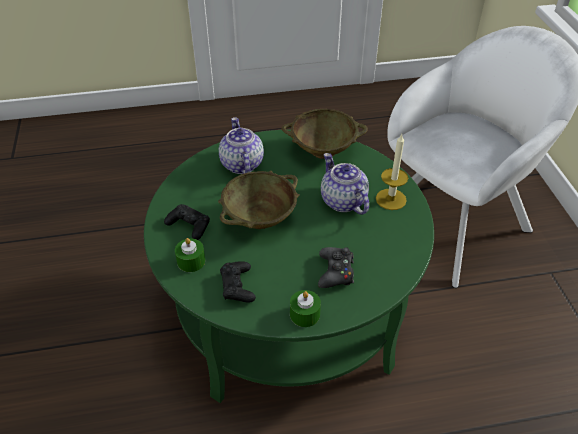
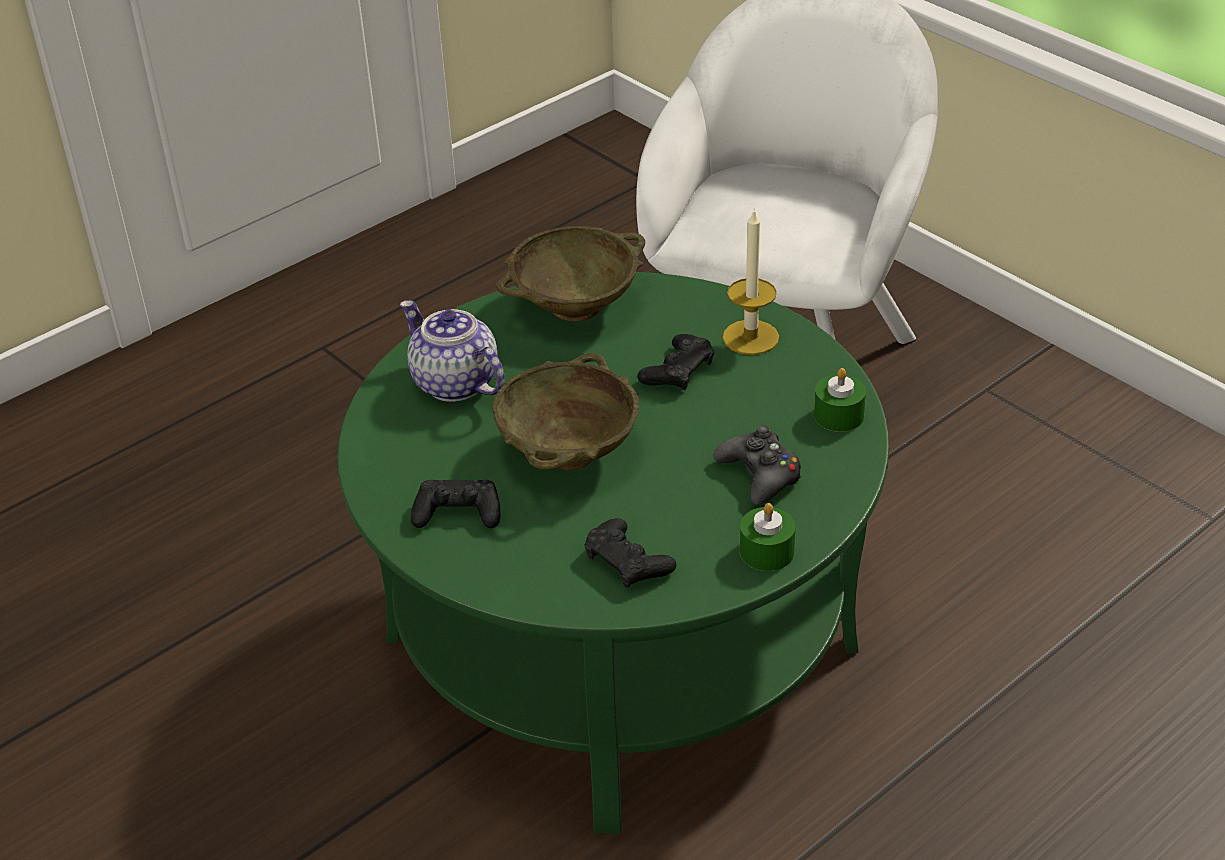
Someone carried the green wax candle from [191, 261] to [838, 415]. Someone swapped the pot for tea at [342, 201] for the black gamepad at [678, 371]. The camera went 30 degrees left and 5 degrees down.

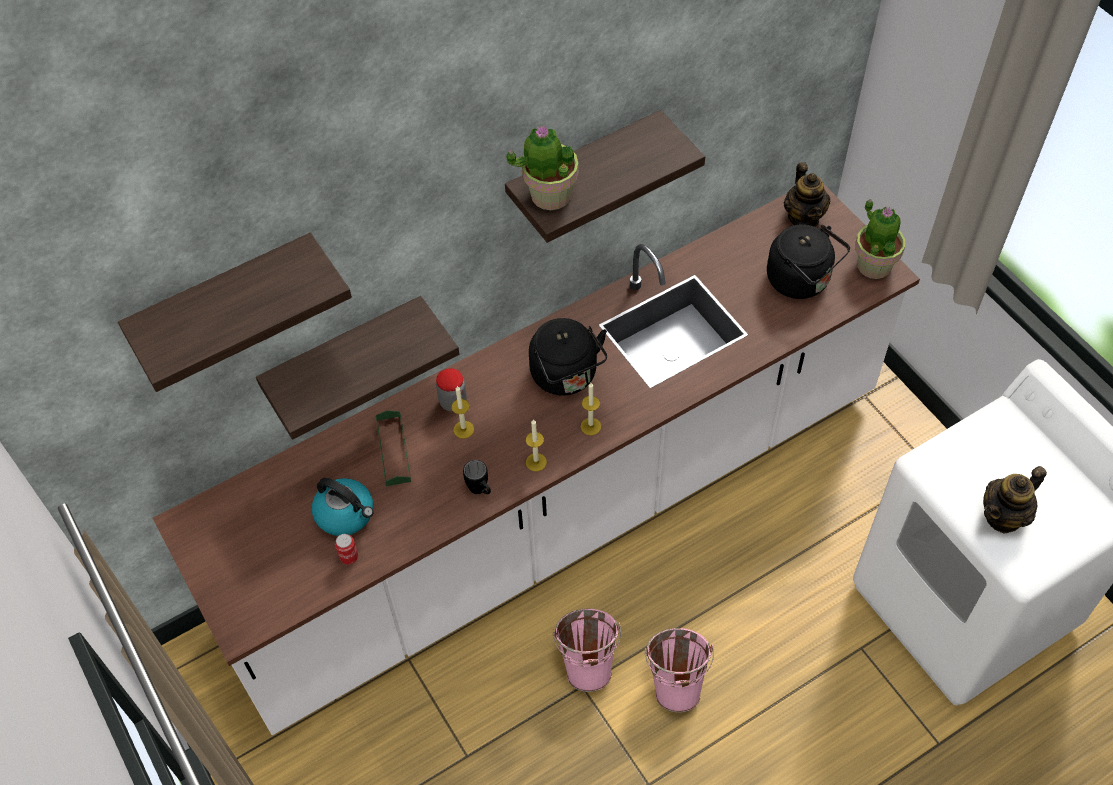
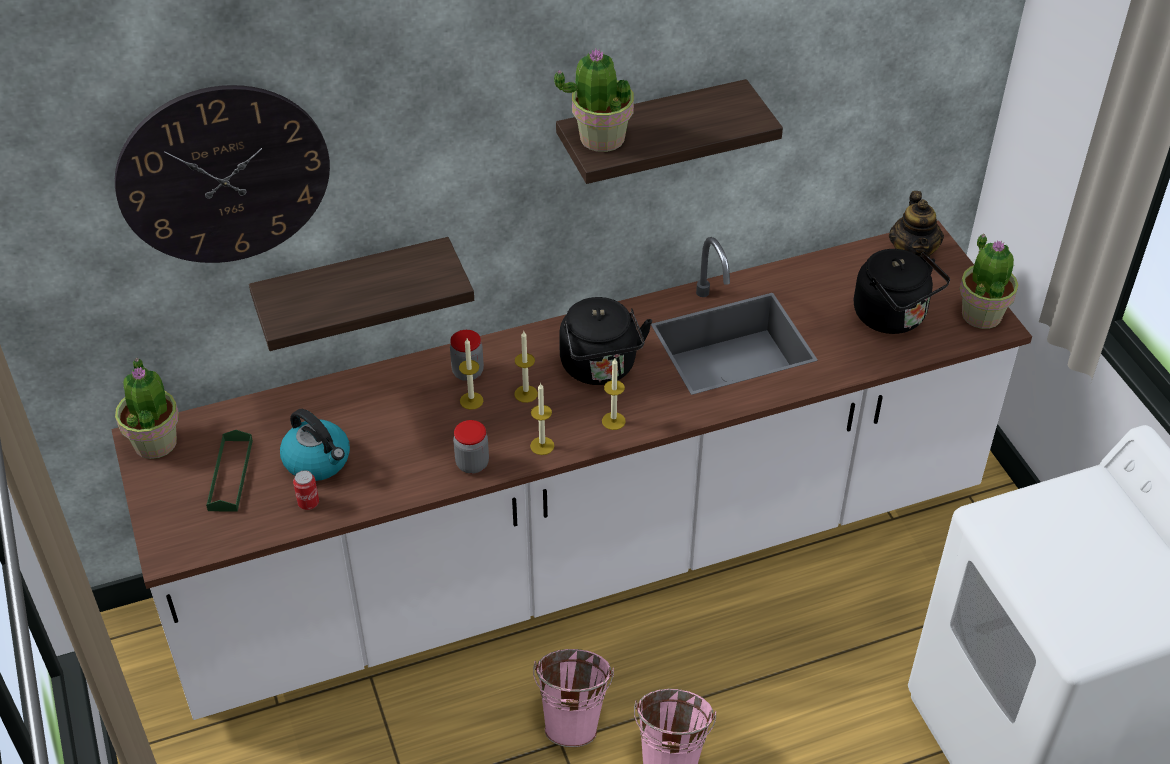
Someone swapped the shelf at [225, 300] for the clock on the wall at [223, 175]. Someone carried the green carrying tray from [393, 450] to [230, 475]. Someone swapped the black tea mug at [480, 491] for the preserve jar at [472, 464]. Someone took away the pot for tea at [1003, 516]. Someone put down the houseplant at [155, 442]. Someone put down the wax candle at [526, 394]. The camera went 10 degrees right and 10 degrees down.

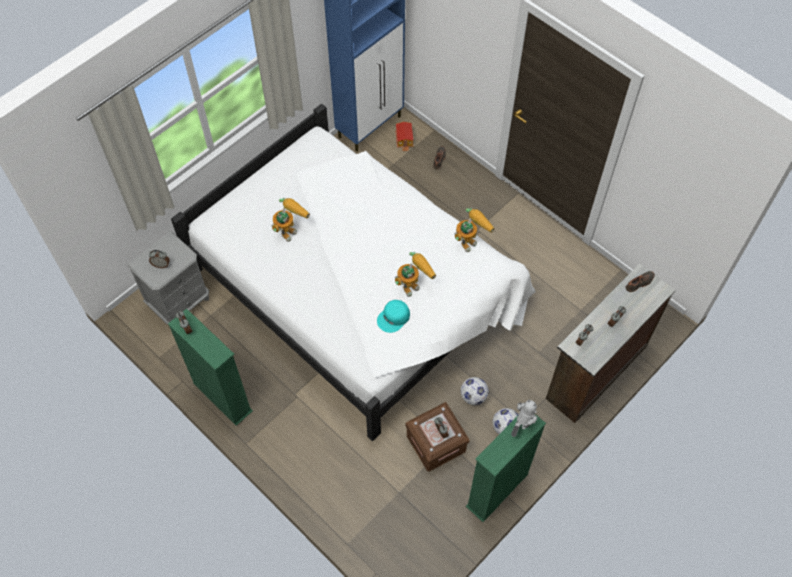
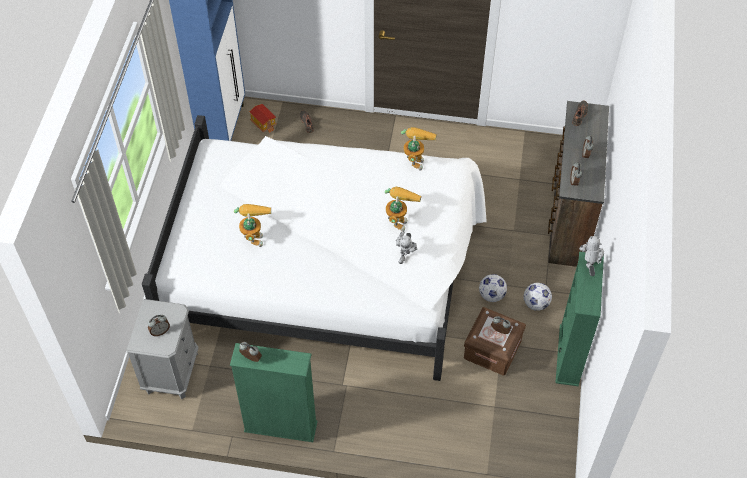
Someone swapped the turquoise cap at [394, 318] for the robot figure at [406, 255]. The camera went 35 degrees left and 5 degrees down.

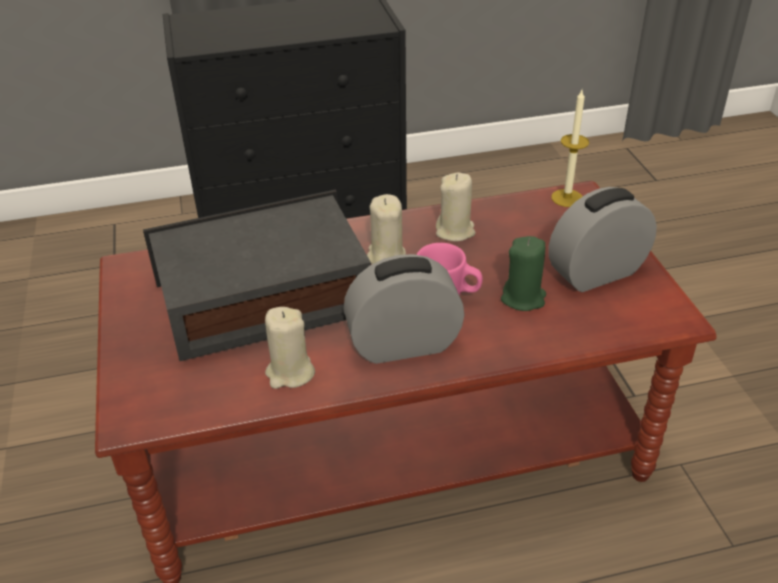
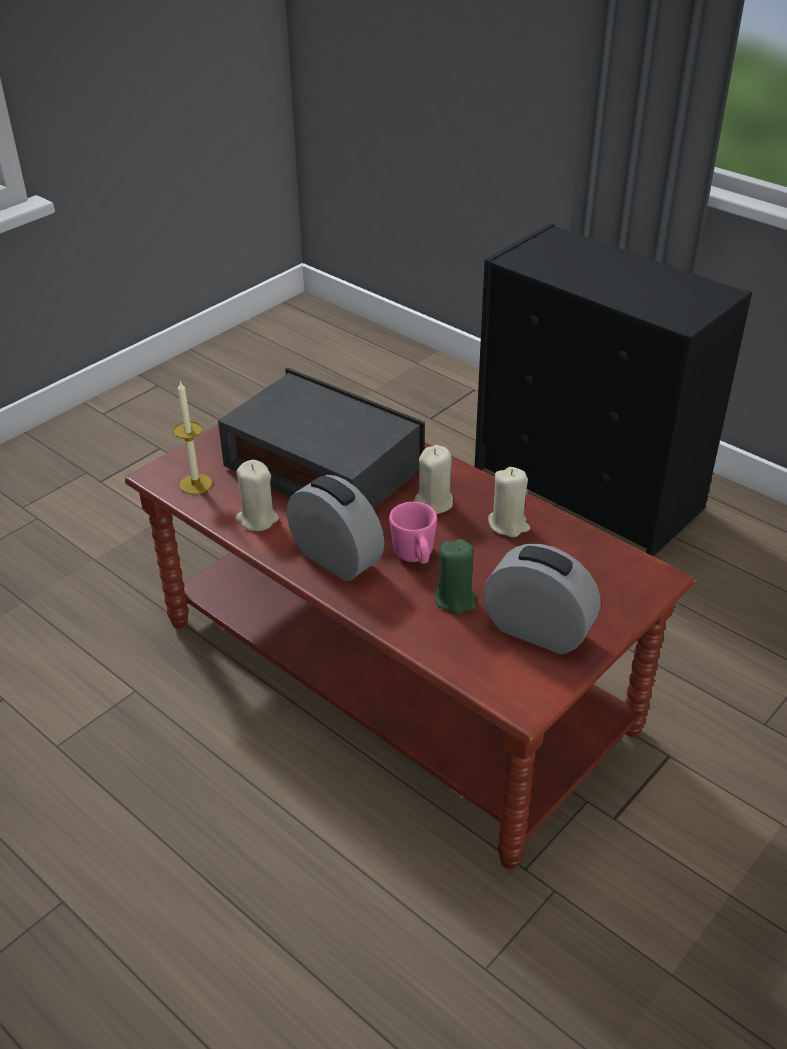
Someone carried the wax candle from [567, 198] to [196, 484]. The camera went 55 degrees right and 0 degrees up.

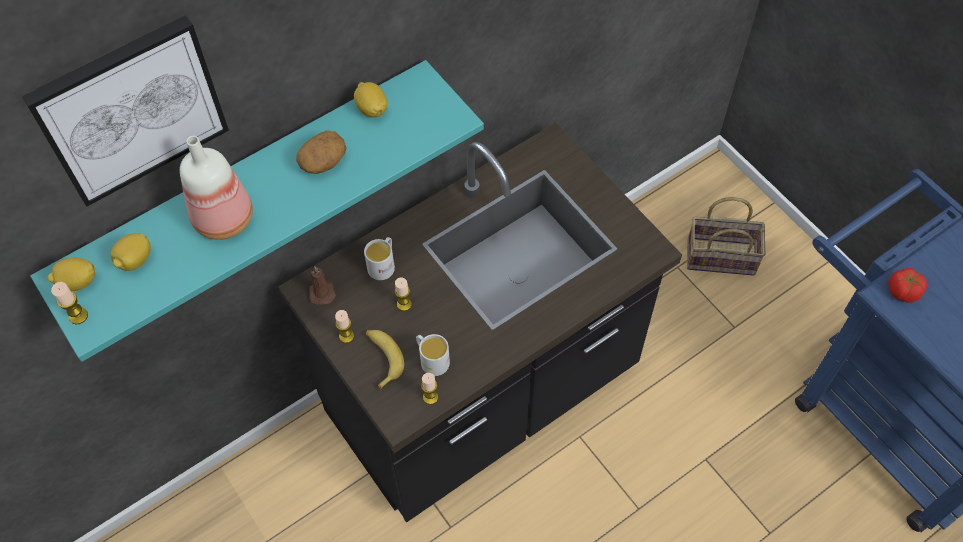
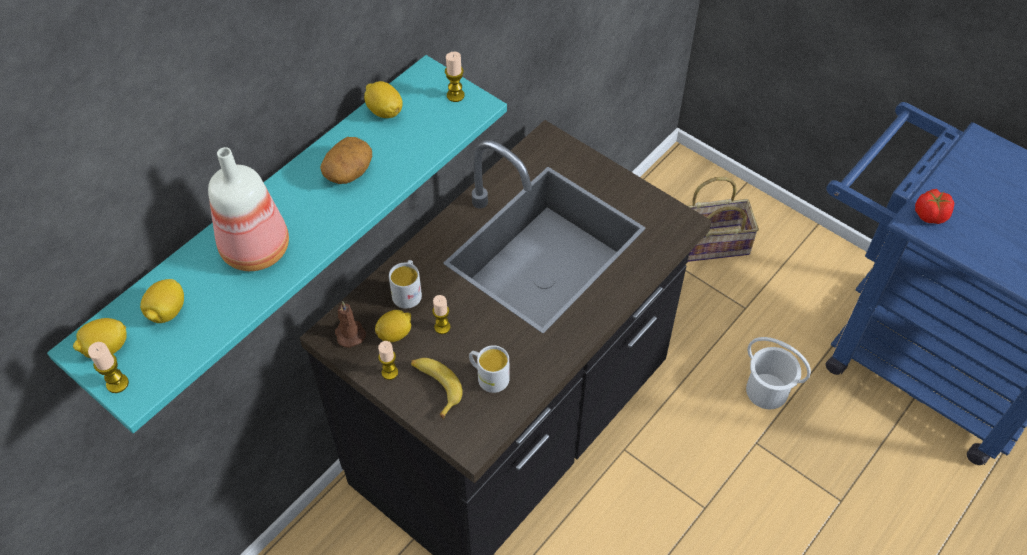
Someone took away the wall picture at [130, 110]. Someone carried the wax candle from [430, 397] to [455, 95]. Someone put down the citrus fruit at [395, 333]. Someone put down the white water bucket at [767, 391]. The camera went 15 degrees left and 5 degrees down.

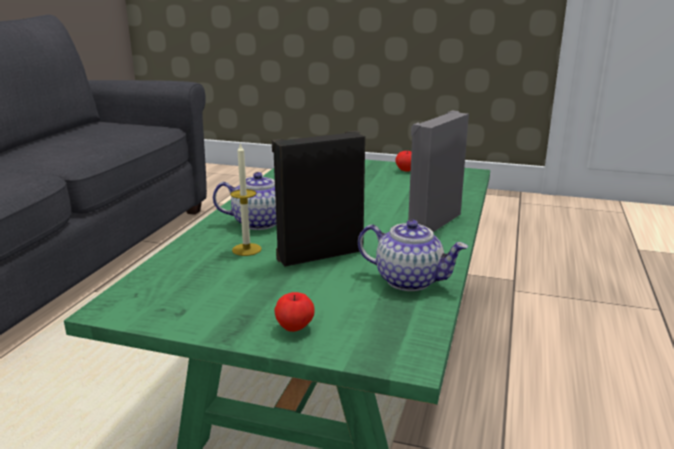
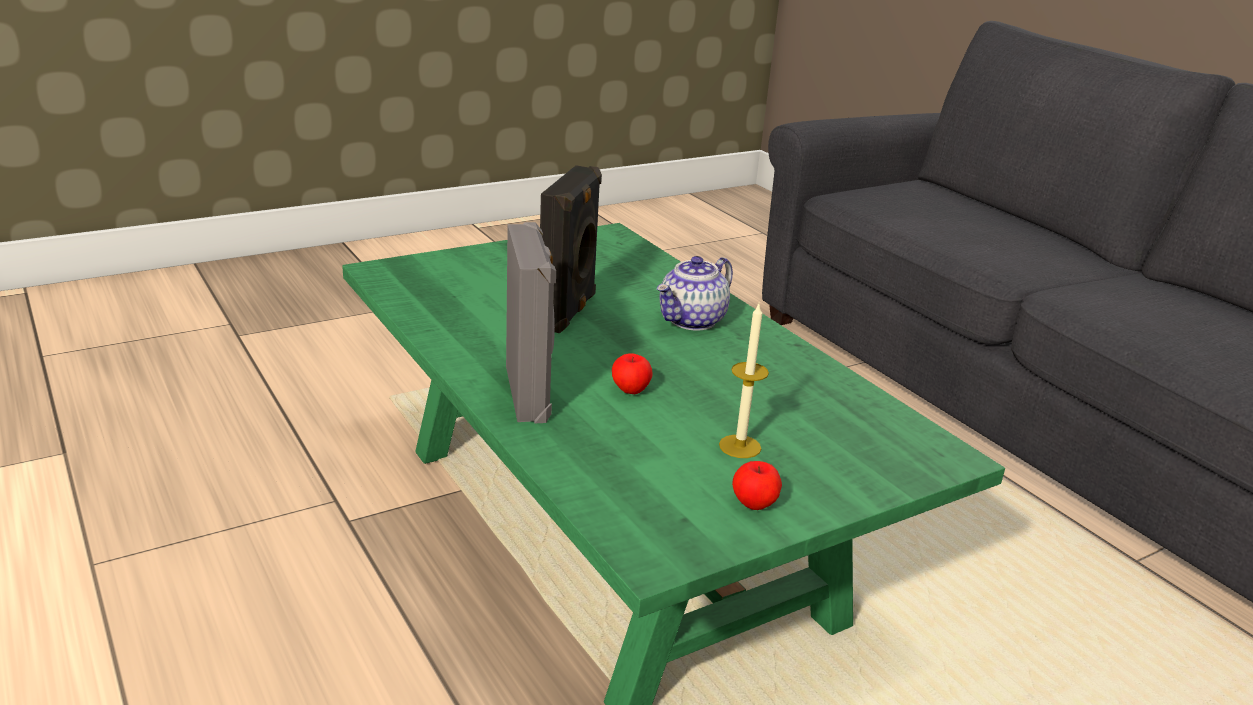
Someone carried the wax candle from [246, 249] to [740, 446]. Someone carried the whole apple from [294, 328] to [630, 390]. Someone took away the pot for tea at [410, 280]. The camera went 130 degrees right and 5 degrees up.

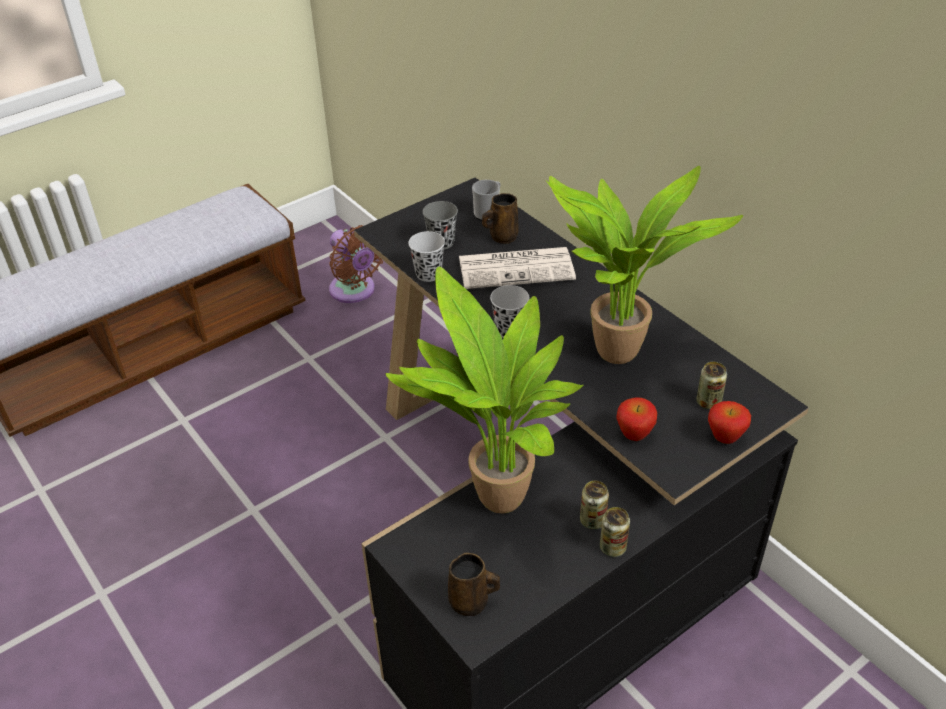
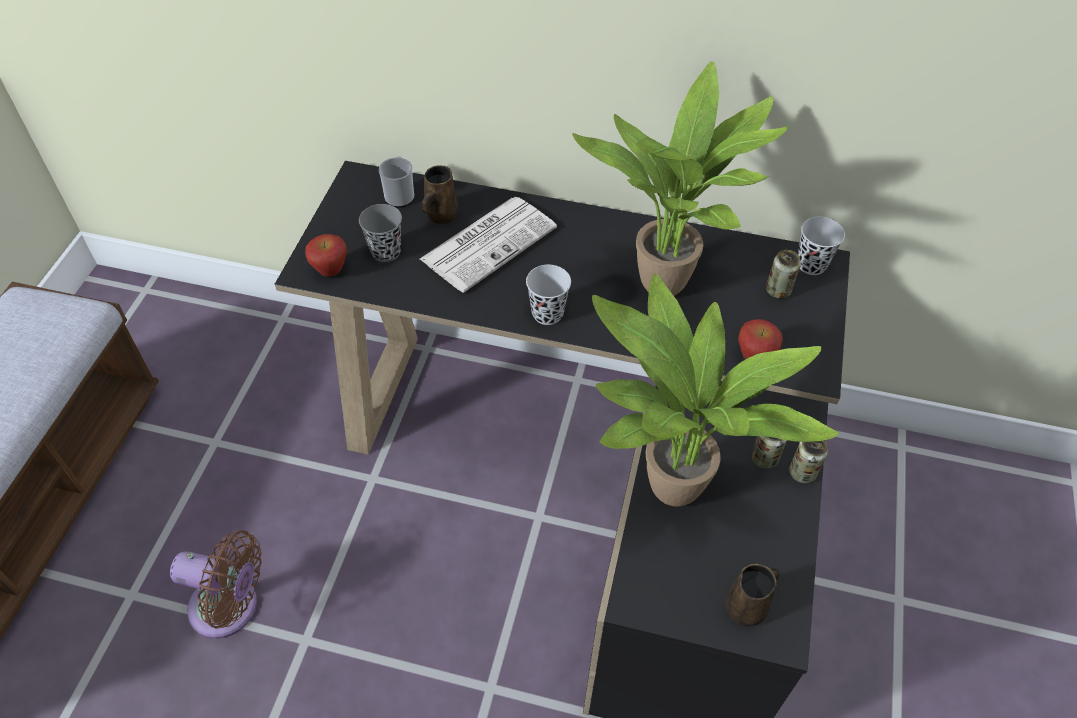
Someone carried the brownish fan from [355, 291] to [230, 608]. Someone carried the black drinking cup from [428, 274] to [811, 264]. Someone carried the whole apple from [725, 438] to [331, 271]. The camera went 40 degrees left and 10 degrees up.

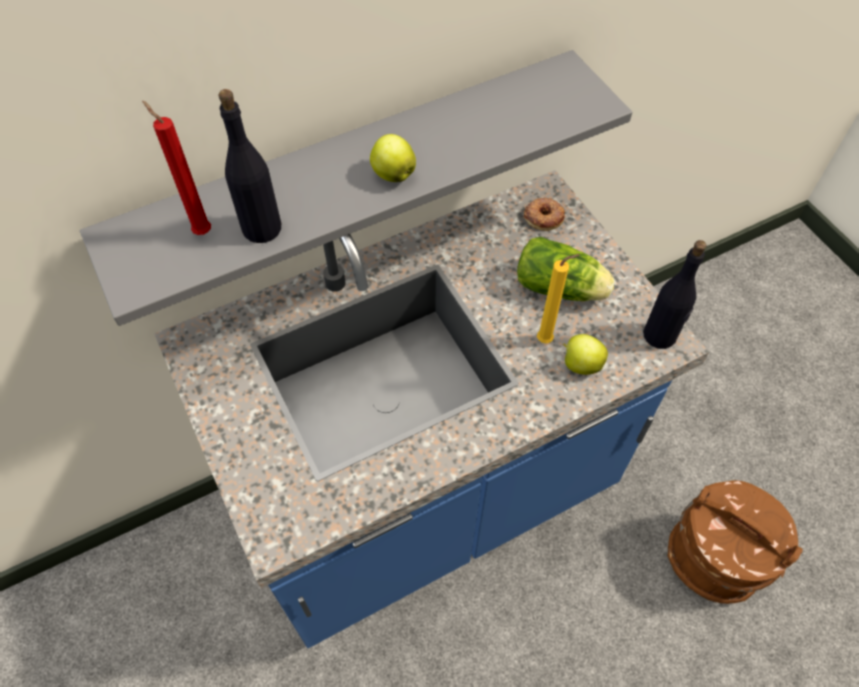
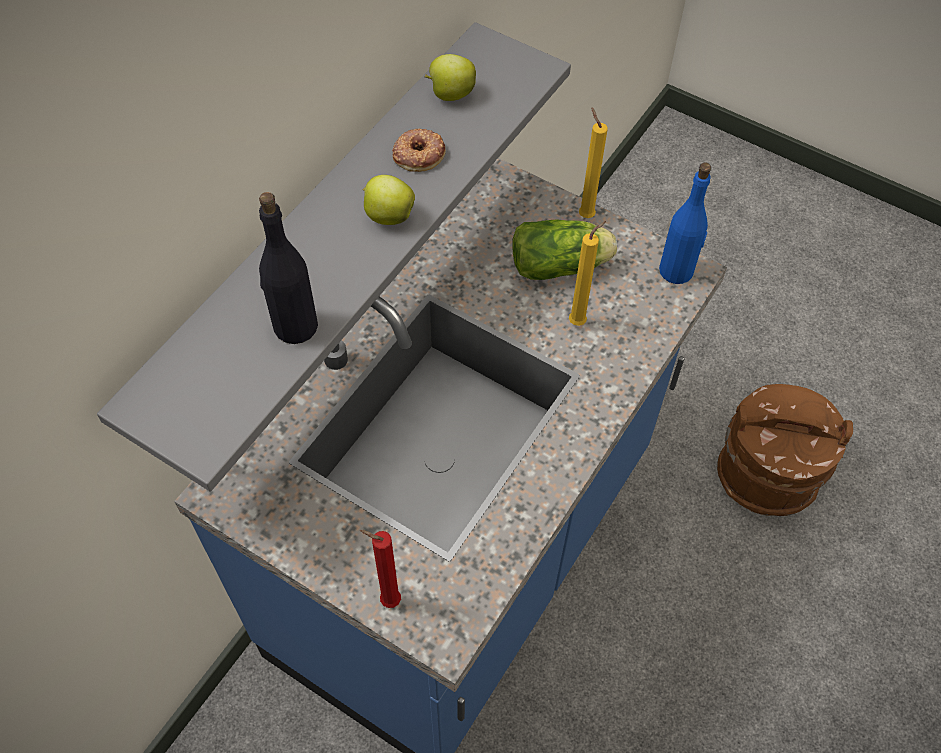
Someone carried the reddish wax candle from [200, 231] to [387, 600]. Someone carried the donut from [543, 216] to [418, 154]. Someone carried the whole apple from [580, 364] to [450, 94]. Someone repainted the black bottle at [660, 335], which became the blue-coloured bottle at [676, 271]. Someone put down the yellowish wax candle at [584, 214]. The camera went 30 degrees left and 0 degrees up.

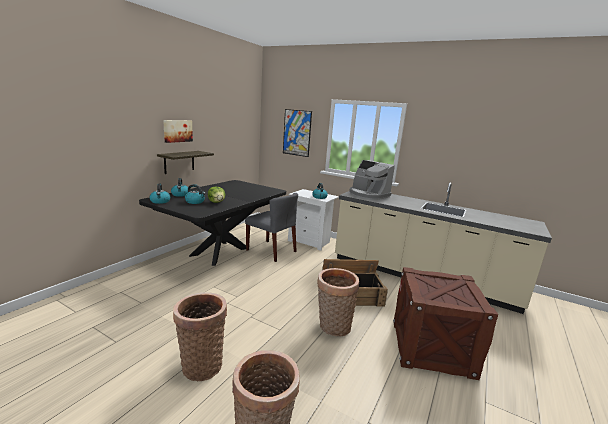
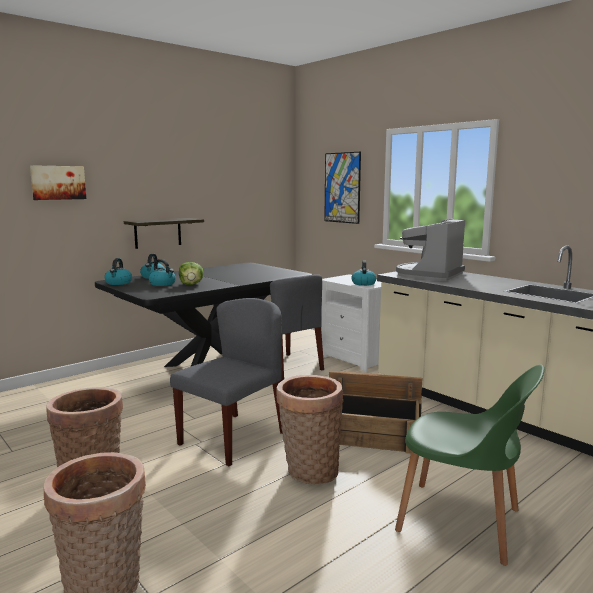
Someone carried the wall picture from [177, 131] to [58, 182]. Someone rotated the coffee brewer at [368, 195] by 60 degrees clockwise. Someone swapped the shipping crate at [431, 347] for the green chair at [463, 522]. Someone put down the grey chair at [233, 438]. The camera went 20 degrees right and 5 degrees down.

